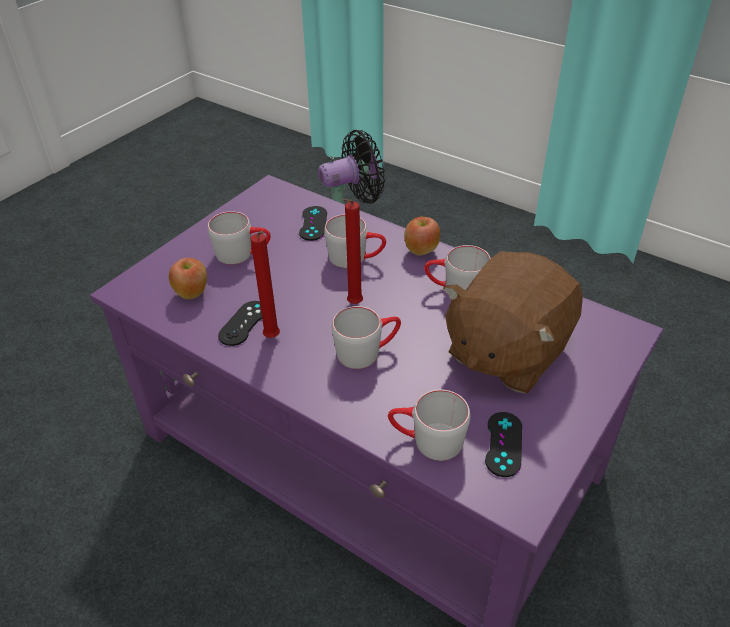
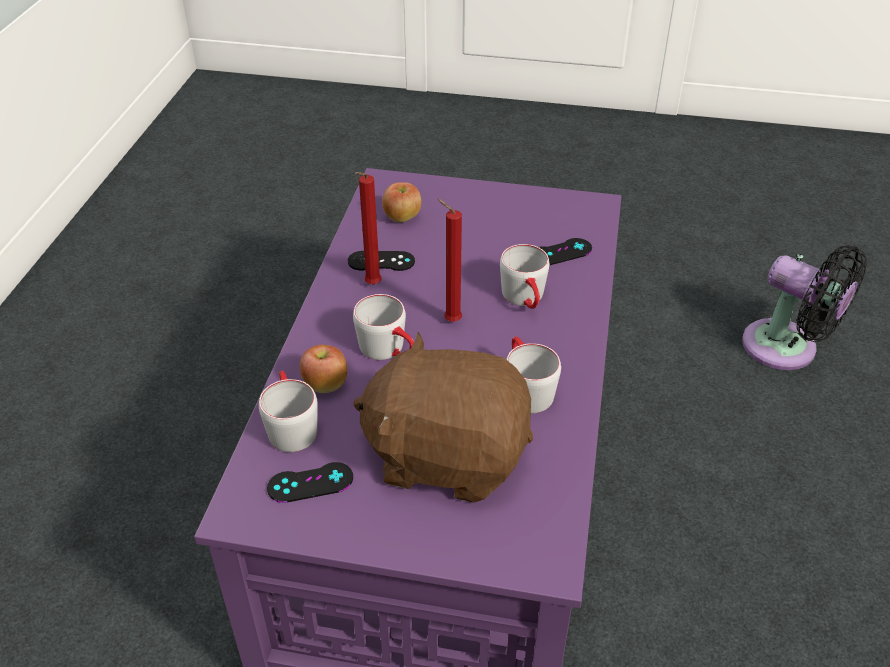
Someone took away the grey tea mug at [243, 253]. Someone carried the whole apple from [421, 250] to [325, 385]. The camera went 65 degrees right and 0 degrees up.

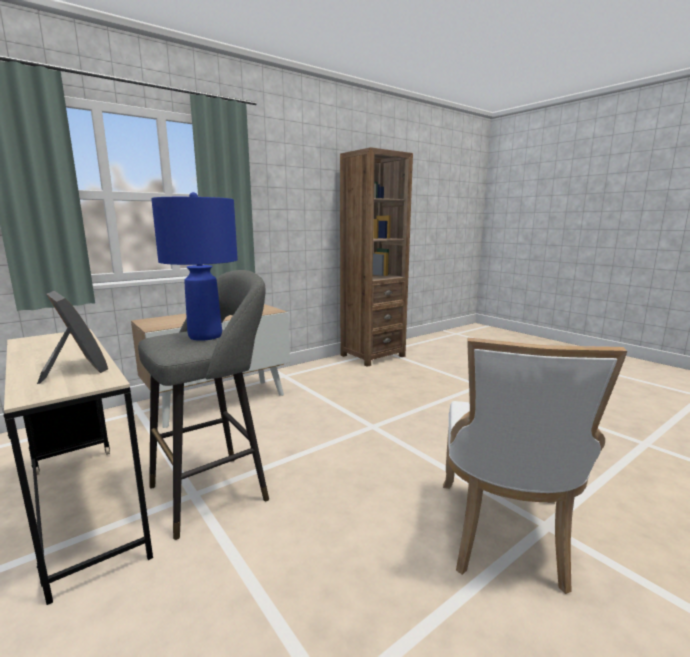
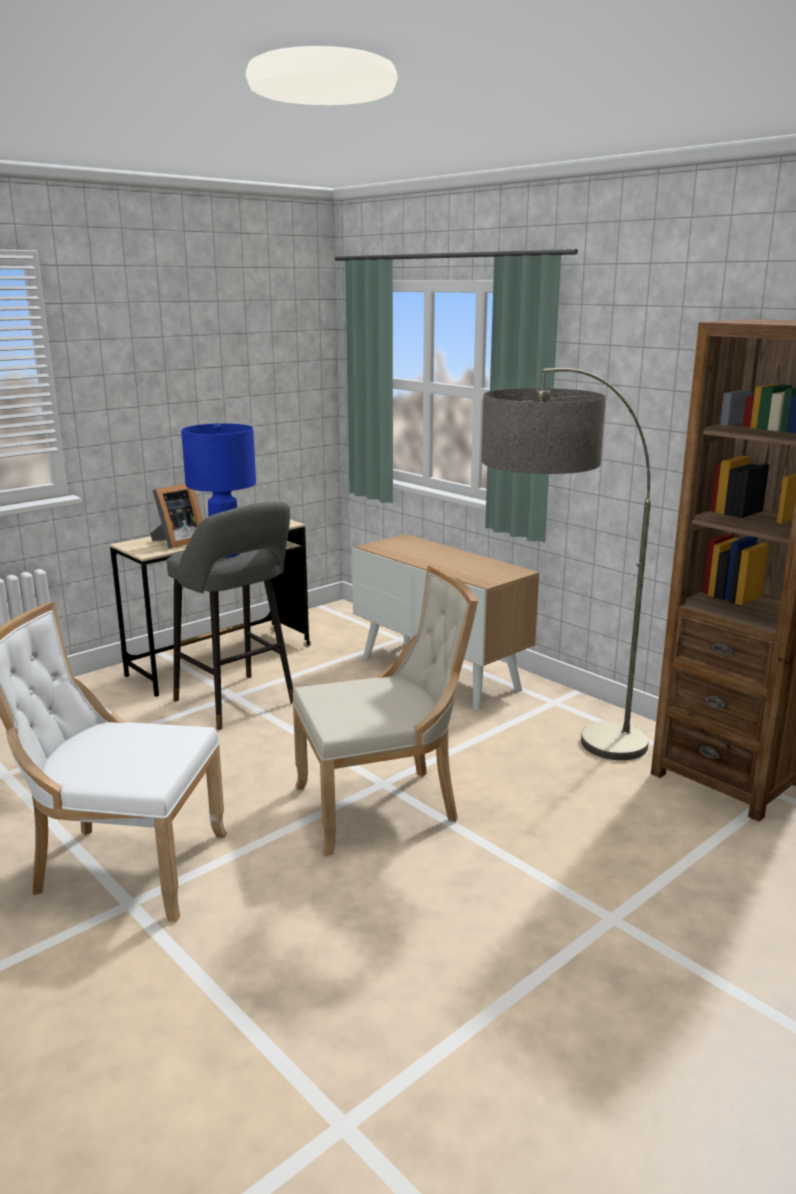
Someone put down the beige-coloured chair at [383, 806]. Someone put down the floor lamp at [555, 766]. The camera went 85 degrees right and 5 degrees up.

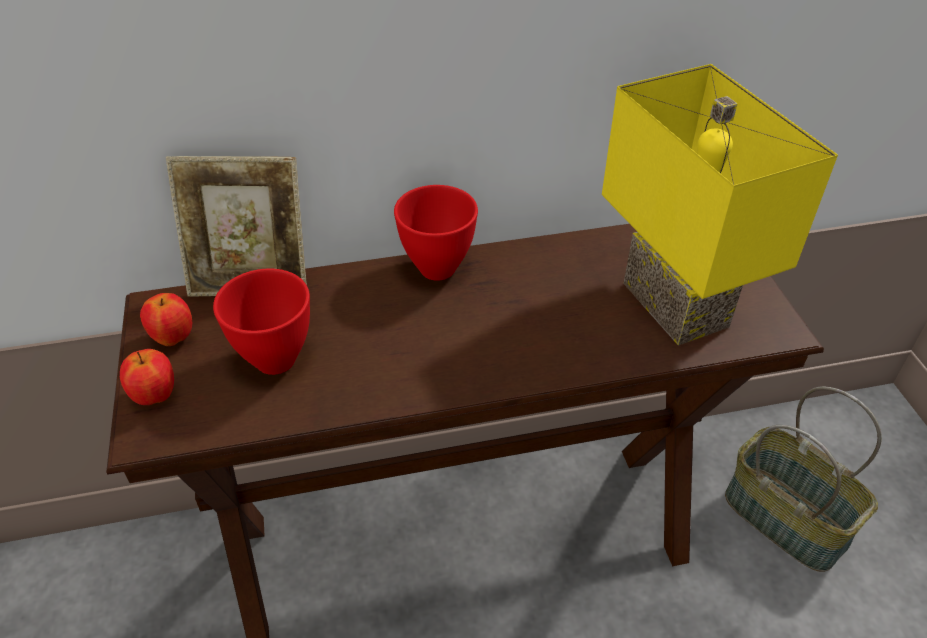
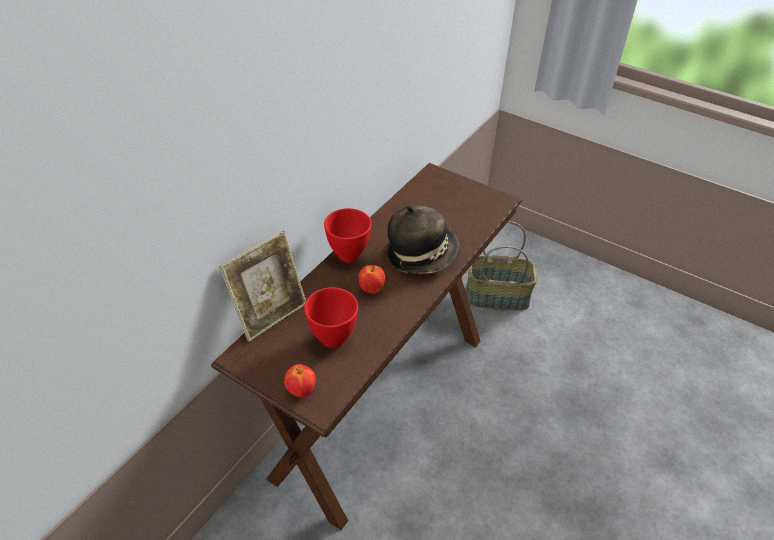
Someone carried the whole apple from [173, 338] to [371, 289]. Someone took away the yellowish table lamp at [680, 304]. Someone put down the clothing hat at [422, 255]. The camera went 45 degrees left and 0 degrees up.

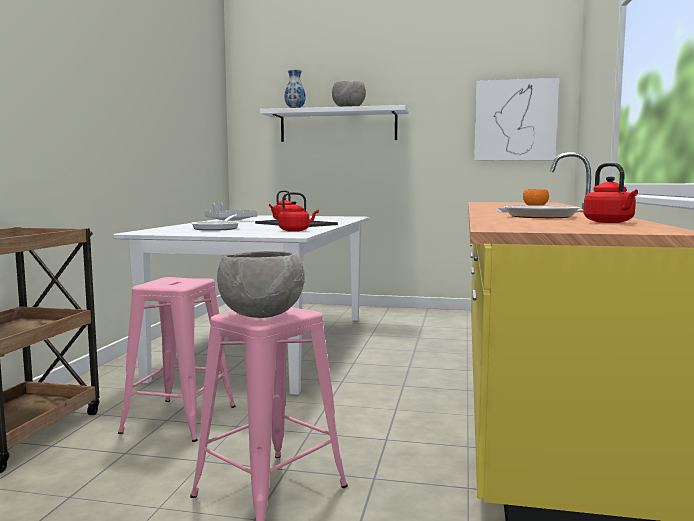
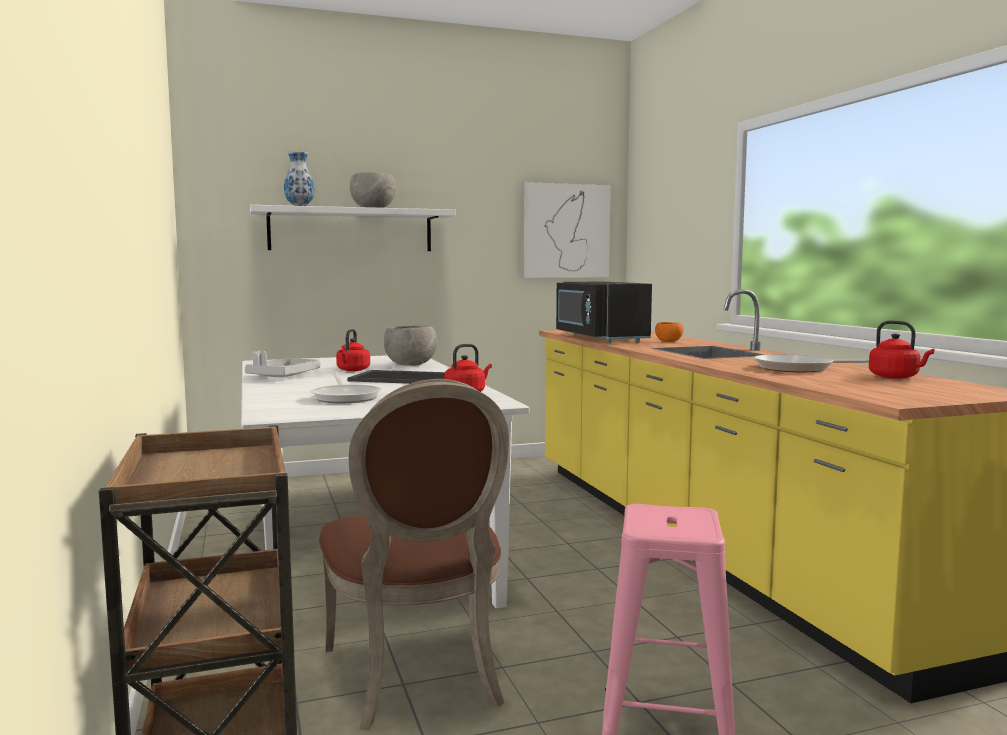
Someone swapped the pink stool seat at [180, 419] for the brownish chair at [419, 678]. Someone carried the grey serving bowl from [262, 315] to [411, 365]. Someone put down the black microwave oven at [598, 338]. The camera went 30 degrees left and 0 degrees up.

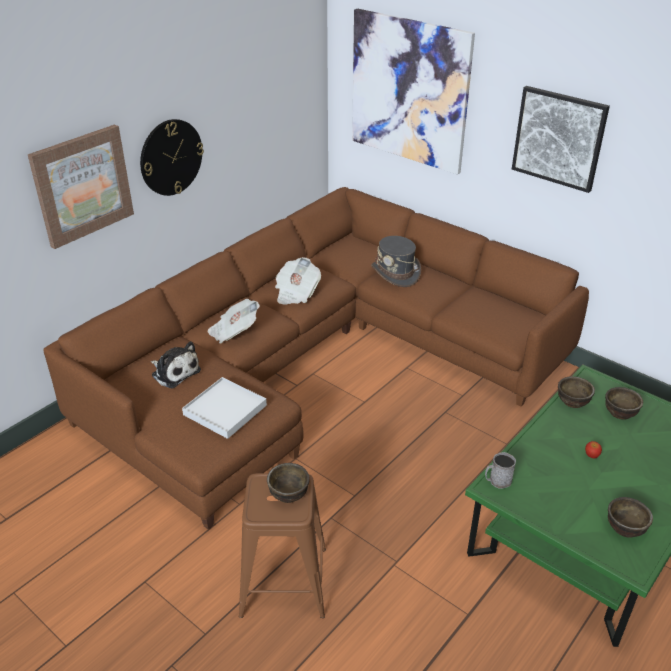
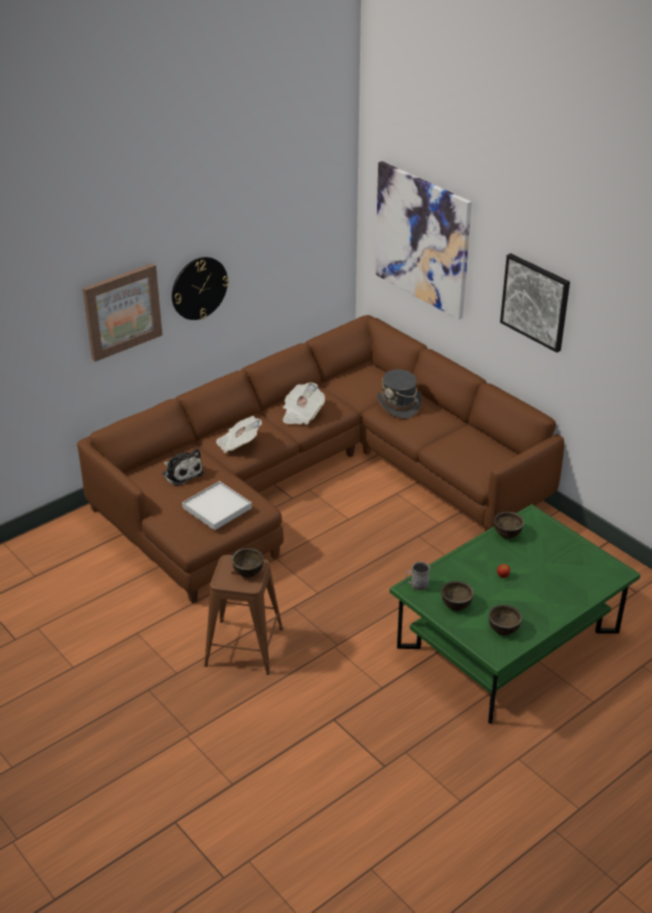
Someone carried the brownish serving bowl from [620, 413] to [456, 604]. The camera went 10 degrees right and 0 degrees up.

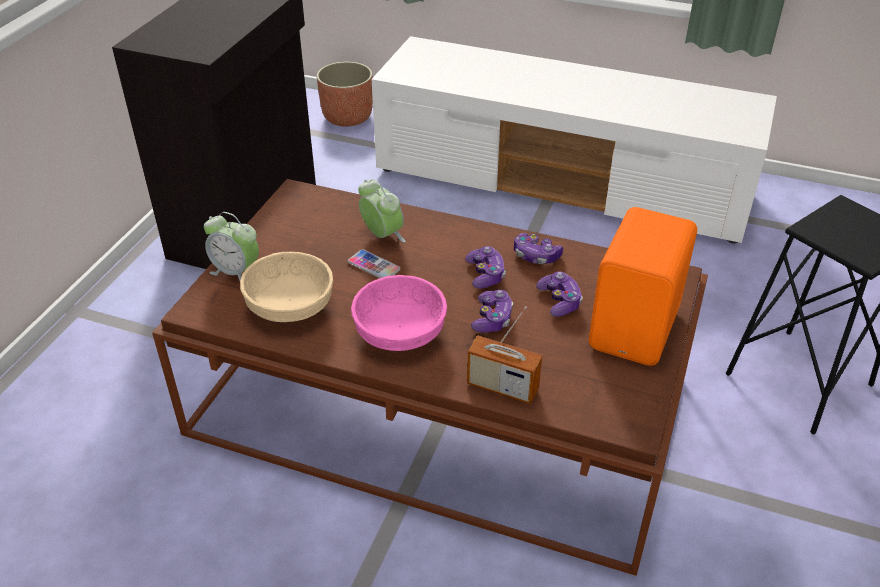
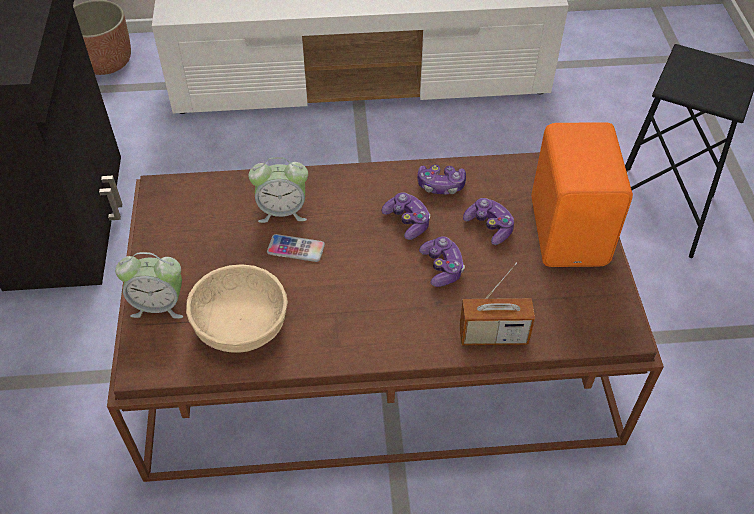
Someone took away the pink serving bowl at [398, 332]. Someone rotated the table clock at [382, 235] by 150 degrees clockwise. The camera went 25 degrees left and 10 degrees up.

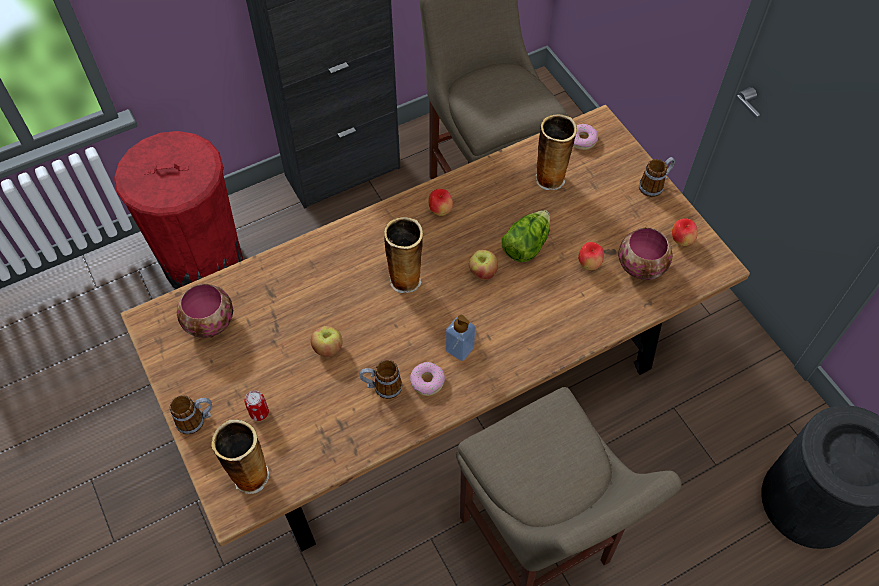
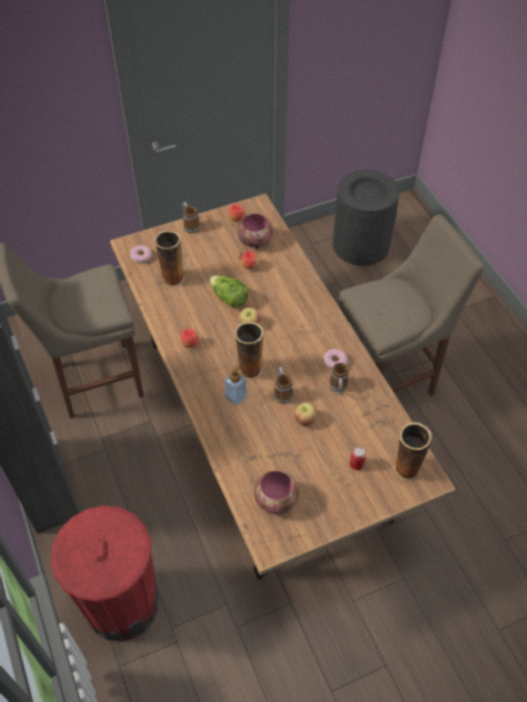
Someone carried the tea mug from [196, 420] to [282, 392]. Someone carried the soap dispenser from [459, 349] to [236, 397]. The camera went 85 degrees left and 5 degrees down.

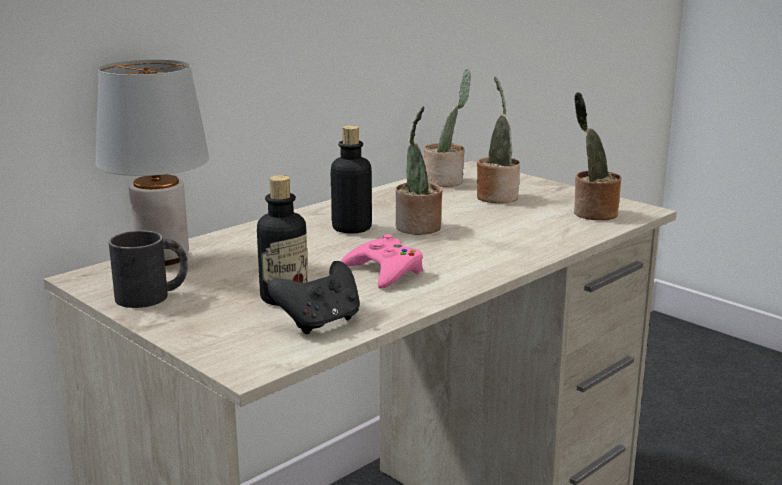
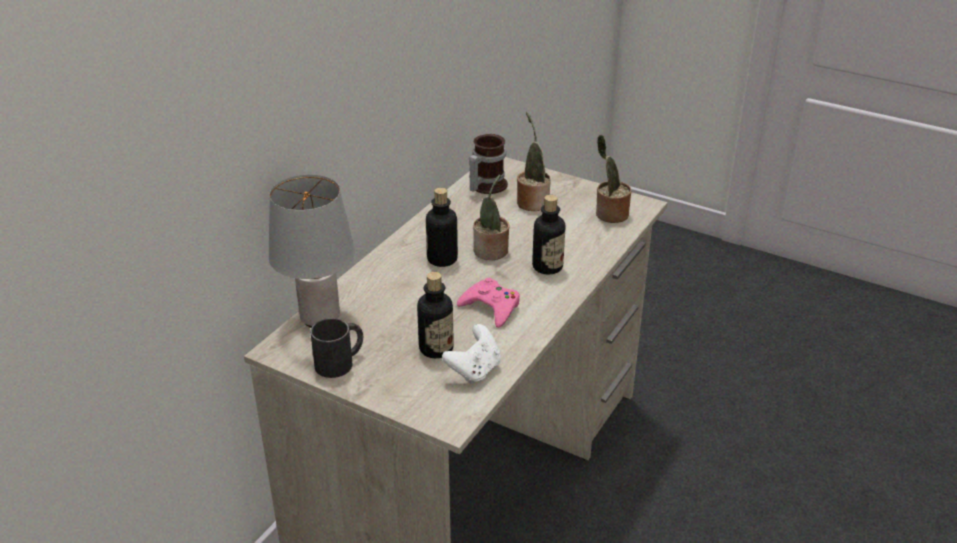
Someone repainted the black gamepad at [320, 323], which became the white gamepad at [474, 370]. Someone swapped the houseplant at [446, 181] for the tea mug at [485, 186]. Someone put down the bottle at [547, 267]. The camera went 15 degrees left and 15 degrees up.

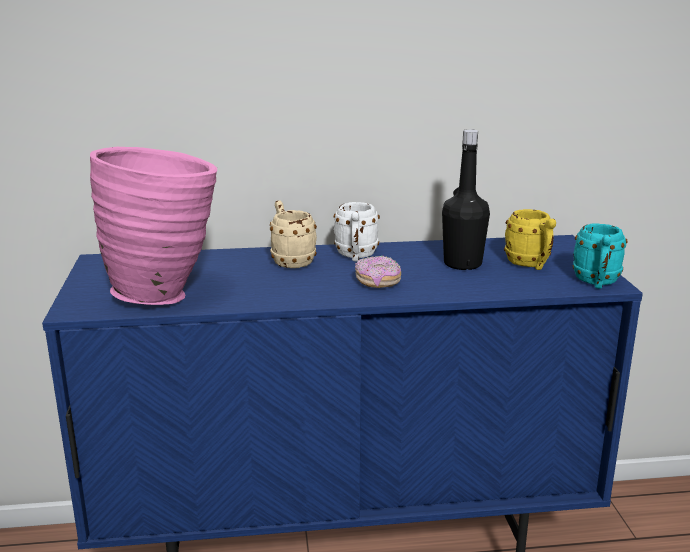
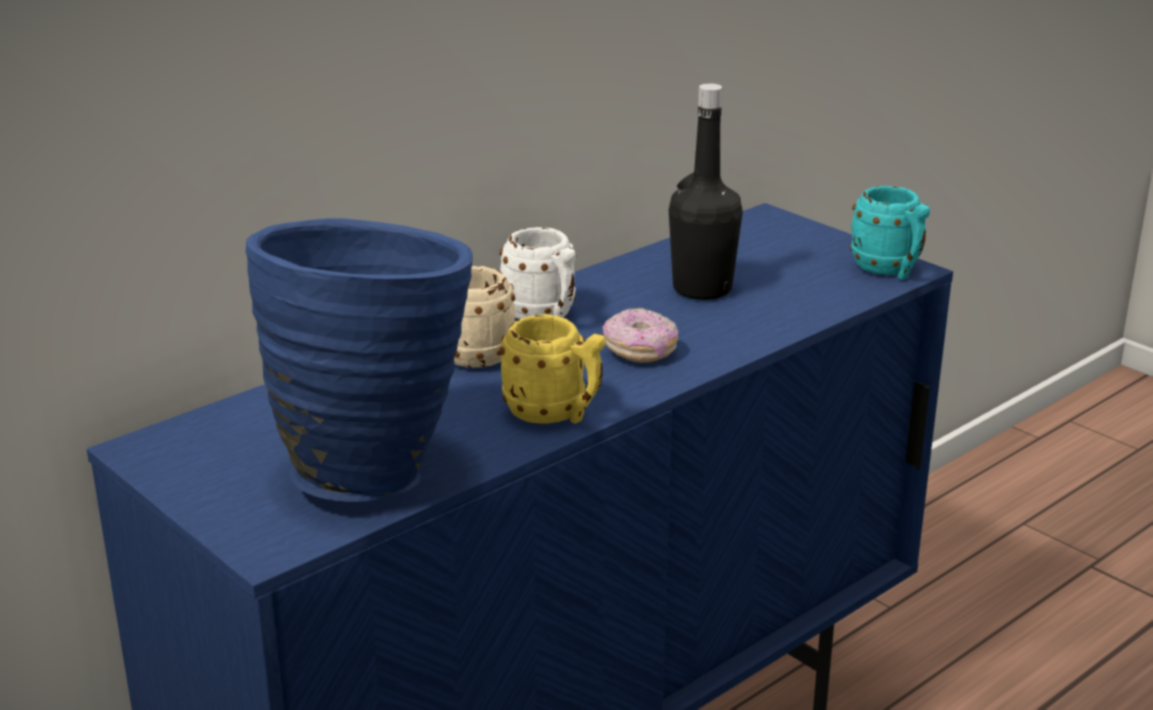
Someone repainted the pink flower vase at [167, 294], which became the blue-coloured flower vase at [373, 469]. Someone carried the yellowish tea mug from [531, 265] to [555, 415]. The camera went 35 degrees left and 5 degrees up.

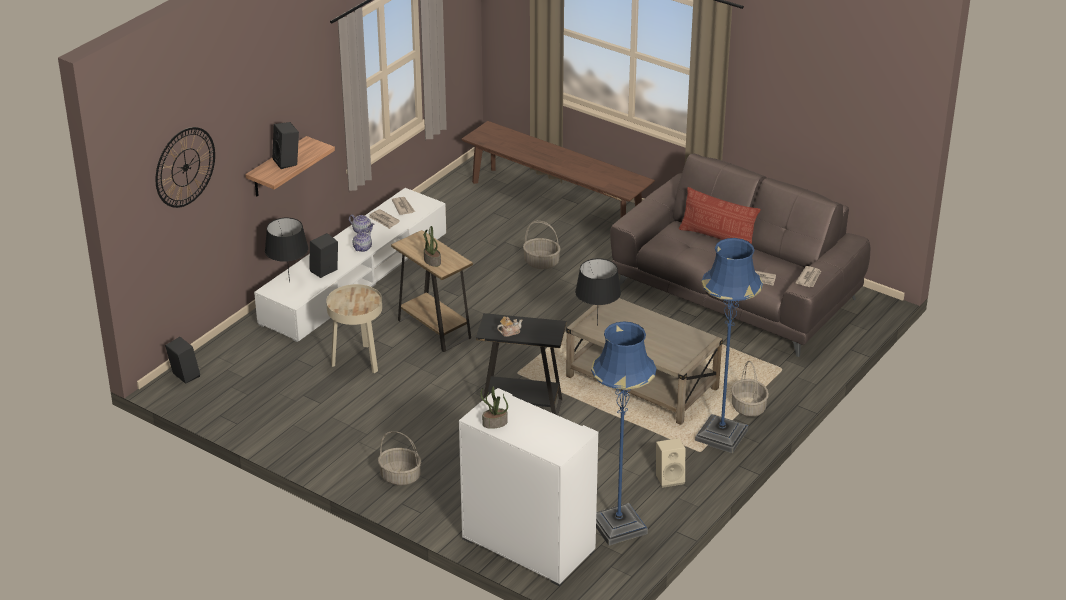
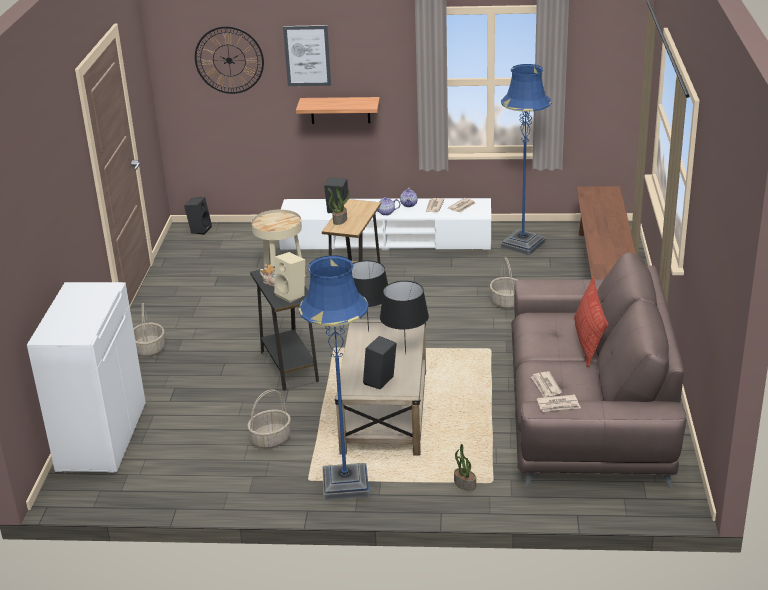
Someone carried the black table lamp from [289, 281] to [405, 354]. Someone carried the black loudspeaker from [287, 162] to [380, 382]. Someone carried the houseplant from [494, 423] to [464, 484]. Someone carried the blue-coloured floor lamp from [618, 526] to [522, 244]. Someone carried the beige-coloured loudspeaker from [670, 478] to [292, 295]. Someone carried the storage basket from [748, 407] to [271, 439]. Someone put up the wall picture at [307, 55]. The camera went 60 degrees right and 5 degrees down.

